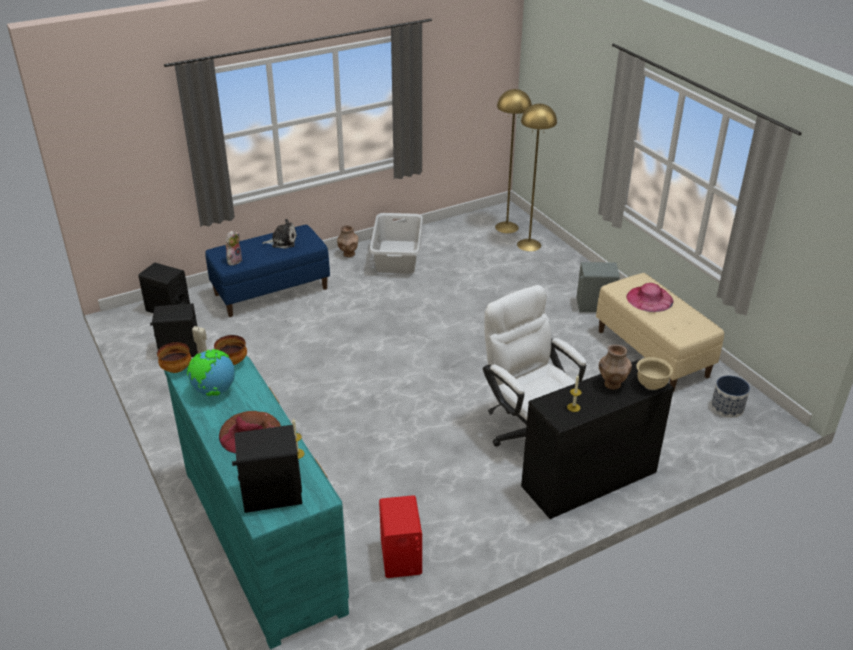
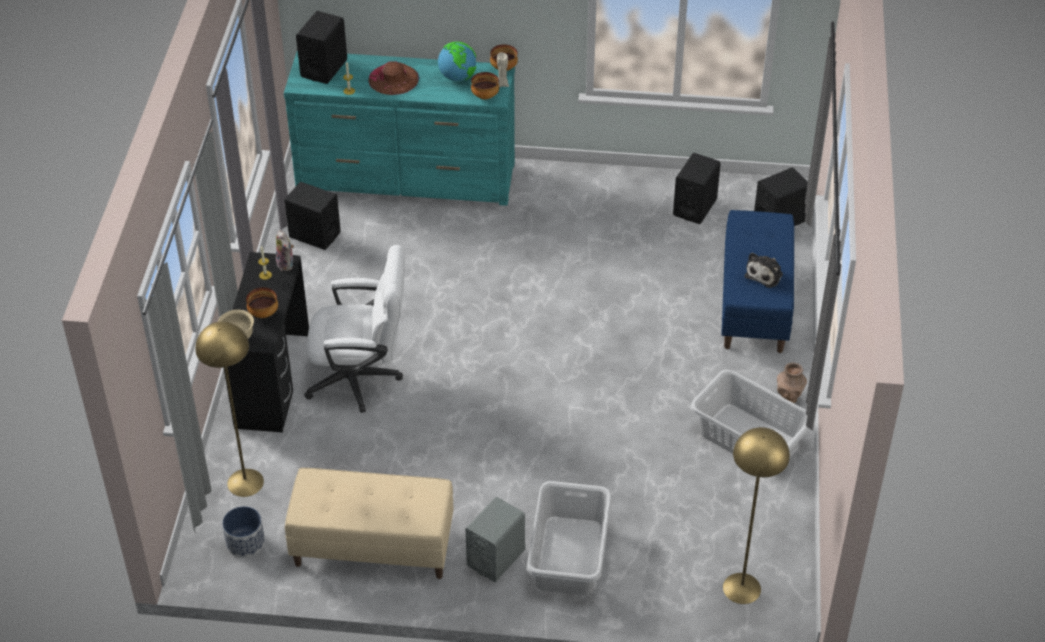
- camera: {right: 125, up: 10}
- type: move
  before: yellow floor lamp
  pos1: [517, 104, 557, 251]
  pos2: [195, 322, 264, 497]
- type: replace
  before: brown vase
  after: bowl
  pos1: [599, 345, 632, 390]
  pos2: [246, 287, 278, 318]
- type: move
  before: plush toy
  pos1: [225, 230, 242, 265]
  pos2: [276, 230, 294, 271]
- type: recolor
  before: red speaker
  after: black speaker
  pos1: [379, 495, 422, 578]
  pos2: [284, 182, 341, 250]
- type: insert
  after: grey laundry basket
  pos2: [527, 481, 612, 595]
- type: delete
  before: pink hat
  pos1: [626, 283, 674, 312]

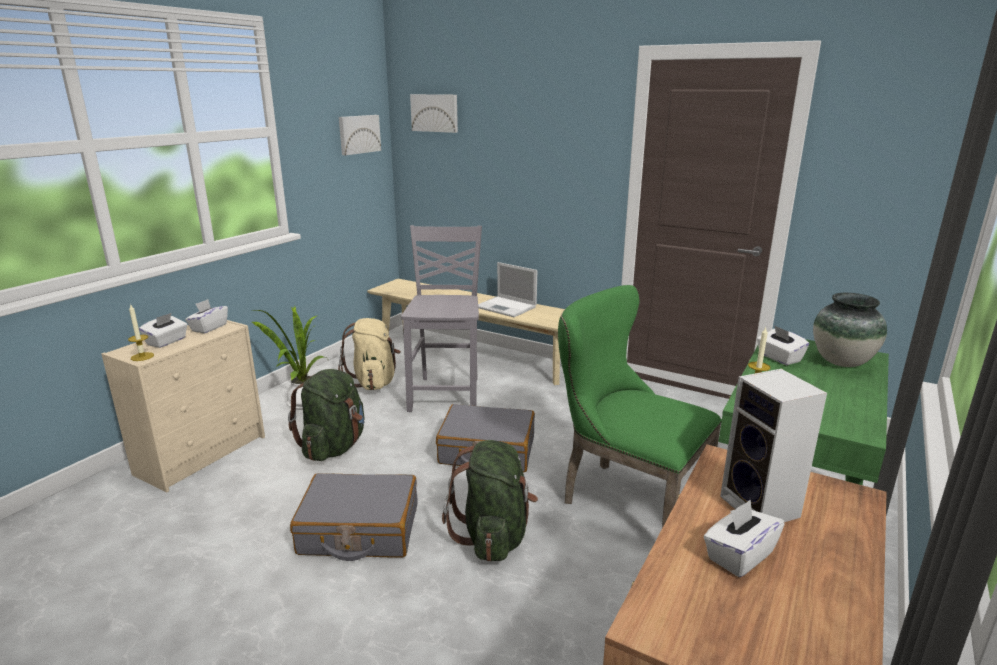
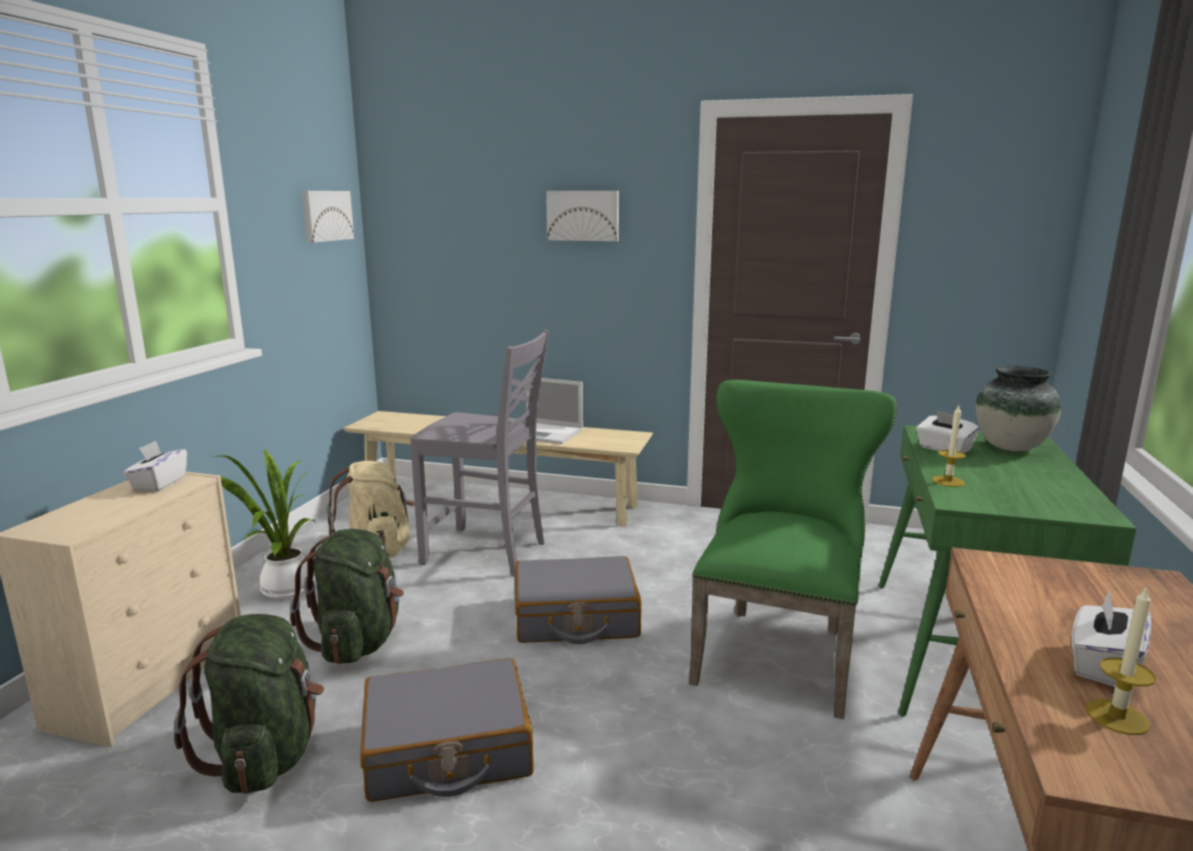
- camera: {right: -15, up: -5}
- type: move
  before: green backpack
  pos1: [442, 440, 538, 562]
  pos2: [174, 614, 324, 794]
- type: rotate
  before: grey chair
  pos1: [401, 225, 482, 412]
  pos2: [410, 330, 549, 576]
  turn: 120
- type: move
  before: picture
  pos1: [410, 94, 458, 133]
  pos2: [546, 191, 619, 241]
- type: rotate
  before: green chair
  pos1: [558, 285, 722, 528]
  pos2: [689, 380, 897, 719]
  turn: 90
- type: move
  before: candle
  pos1: [128, 305, 154, 361]
  pos2: [1085, 585, 1156, 735]
- type: delete
  before: white tissue box
  pos1: [139, 313, 187, 348]
- type: delete
  before: speaker
  pos1: [720, 369, 827, 522]

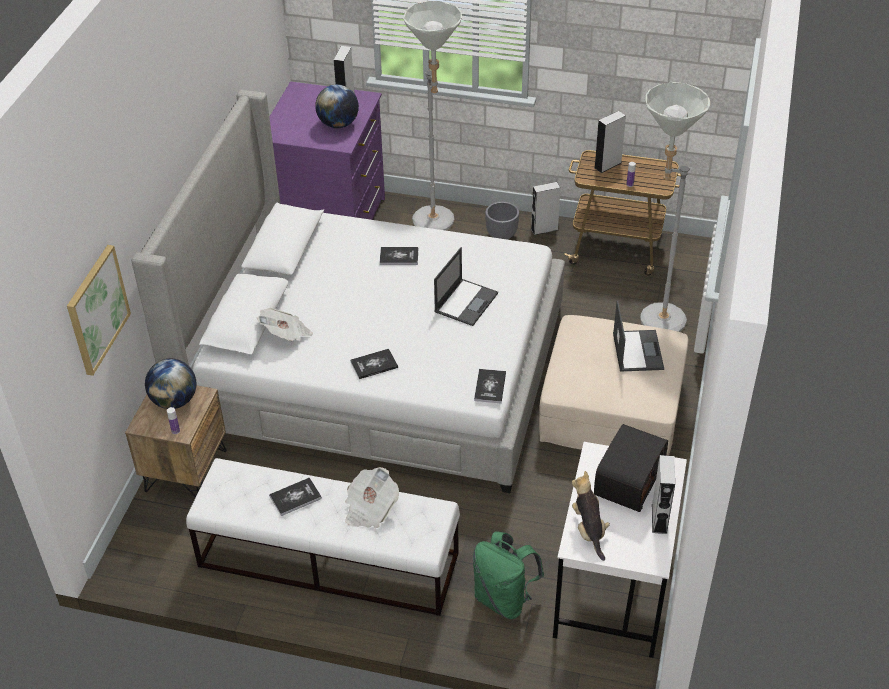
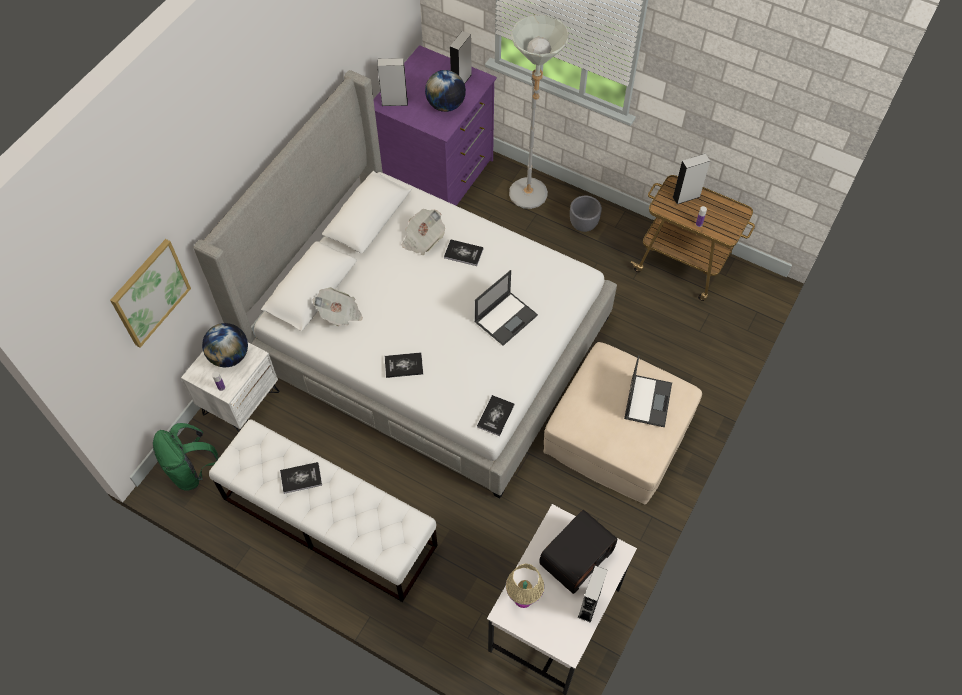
- camera: {right: 15, up: 15}
- type: move
  before: green backpack
  pos1: [473, 531, 544, 619]
  pos2: [153, 423, 220, 491]
- type: recolor
  before: brown nightstand
  after: white nightstand
  pos1: [125, 385, 227, 498]
  pos2: [181, 342, 279, 432]
- type: move
  before: grey speaker
  pos1: [531, 182, 560, 235]
  pos2: [377, 58, 408, 106]
- type: move
  before: newspaper
  pos1: [345, 467, 399, 528]
  pos2: [402, 209, 445, 255]
- type: replace
  before: plush toy
  after: beige table lamp
  pos1: [572, 471, 610, 561]
  pos2: [506, 564, 544, 608]
- type: delete
  before: grey floor lamp
  pos1: [640, 82, 710, 332]

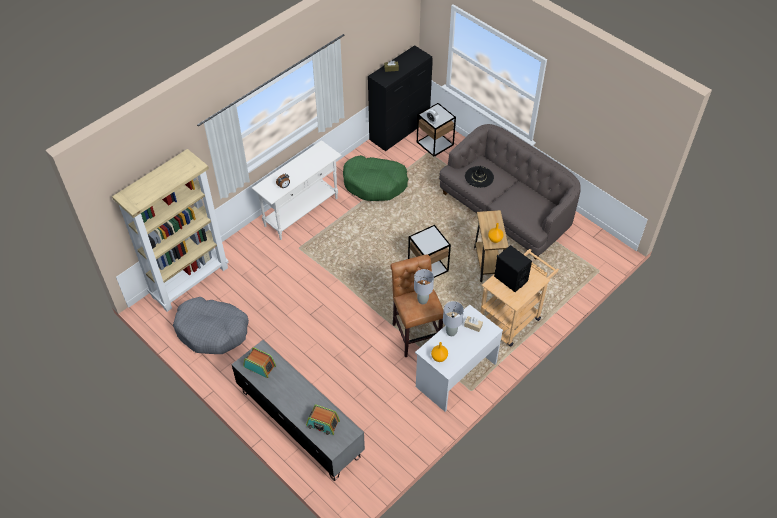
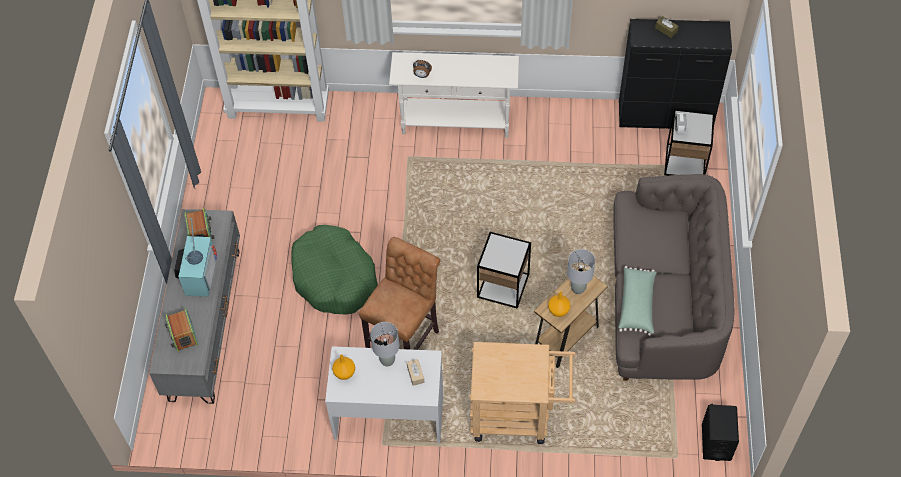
- camera: {right: 50, up: 5}
- type: insert
  after: television
  pos2: [174, 218, 217, 297]
- type: move
  before: green dog bed
  pos1: [343, 155, 408, 201]
  pos2: [292, 225, 378, 315]
- type: move
  before: grey table lamp
  pos1: [414, 269, 434, 304]
  pos2: [567, 249, 595, 294]
- type: insert
  after: green pillow
  pos2: [618, 266, 657, 336]
- type: move
  before: black speaker
  pos1: [494, 245, 532, 292]
  pos2: [702, 404, 739, 461]
- type: delete
  before: grey dog bed
  pos1: [173, 297, 249, 354]
- type: delete
  before: black hat
  pos1: [465, 166, 494, 188]

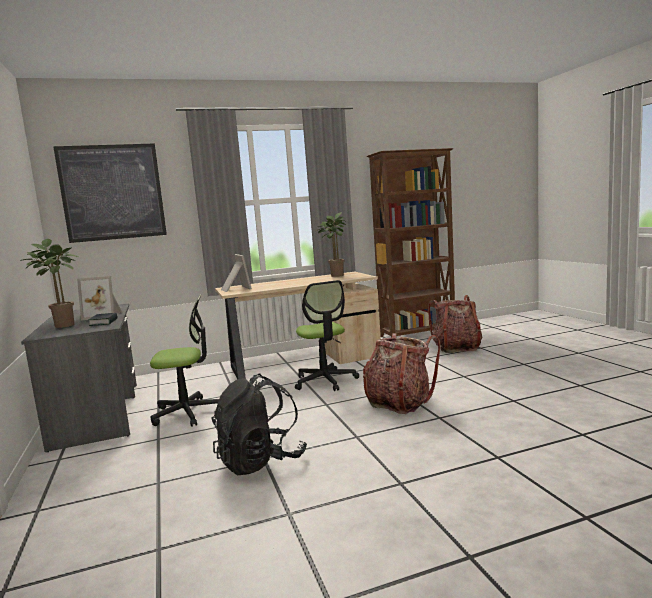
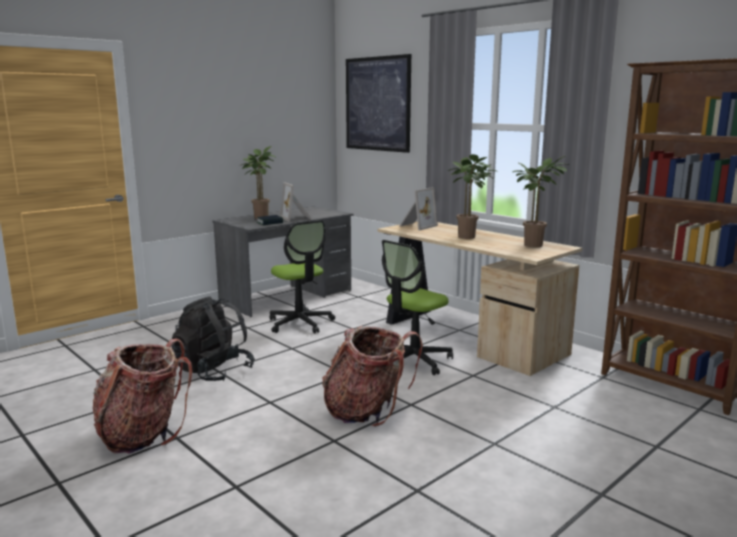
- camera: {right: 65, up: 5}
- type: move
  before: backpack
  pos1: [428, 295, 482, 353]
  pos2: [93, 339, 192, 454]
- type: insert
  after: potted plant
  pos2: [448, 154, 497, 239]

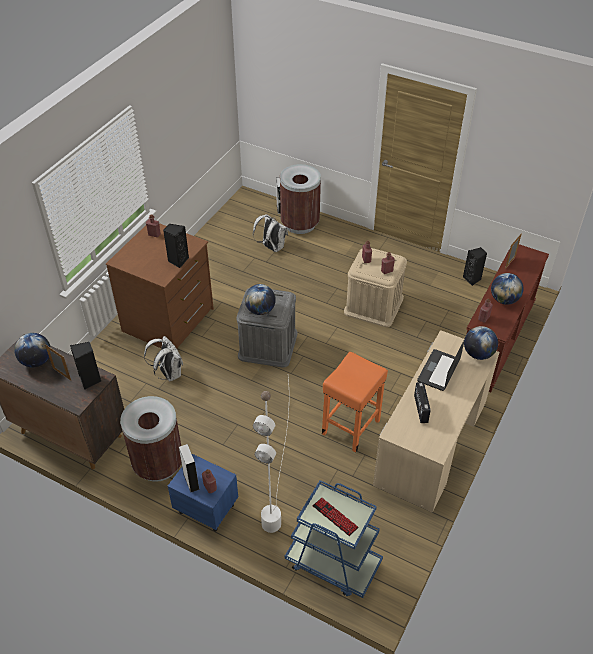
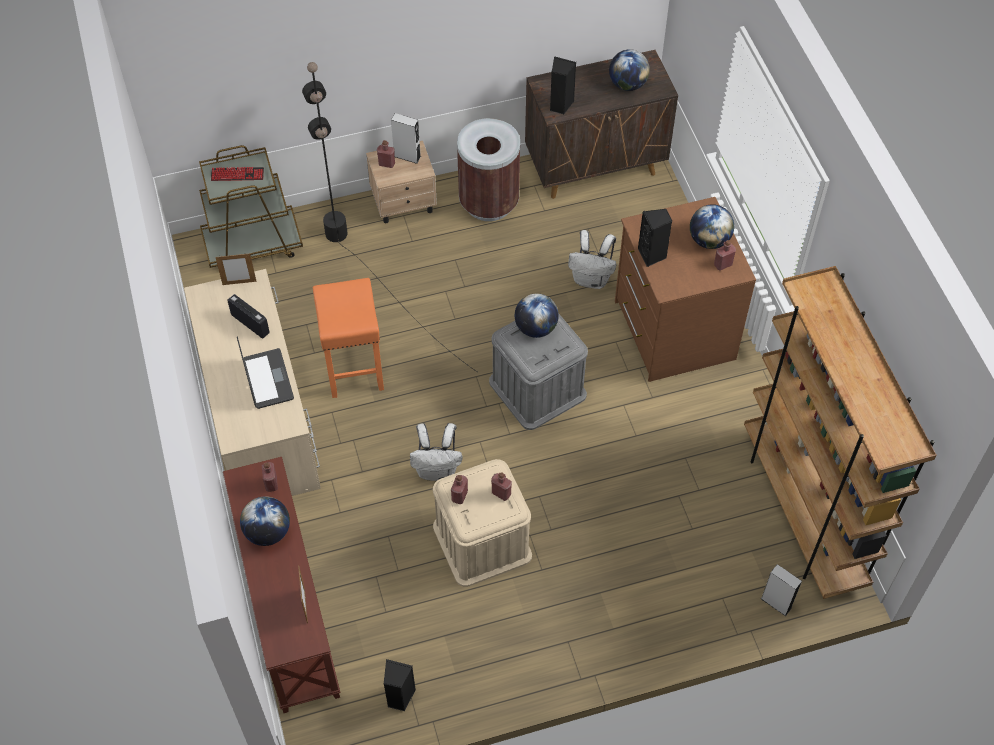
- camera: {right: 135, up: 10}
- type: recolor
  before: blue cart
  after: brown cart
  pos1: [285, 480, 383, 598]
  pos2: [199, 145, 303, 268]
- type: move
  before: picture frame
  pos1: [45, 344, 71, 381]
  pos2: [215, 254, 257, 285]
- type: recolor
  before: white floor lamp
  after: black floor lamp
  pos1: [253, 378, 289, 533]
  pos2: [302, 62, 477, 372]
- type: recolor
  before: blue nightstand
  after: beige nightstand
  pos1: [168, 454, 238, 532]
  pos2: [366, 141, 437, 223]
- type: move
  before: white backpack
  pos1: [253, 214, 288, 252]
  pos2: [410, 423, 463, 481]
- type: move
  before: globe
  pos1: [464, 326, 498, 360]
  pos2: [690, 204, 734, 249]
- type: insert
  after: brown bookcase
  pos2: [744, 266, 937, 599]
- type: delete
  before: brown trash can
  pos1: [280, 164, 321, 234]

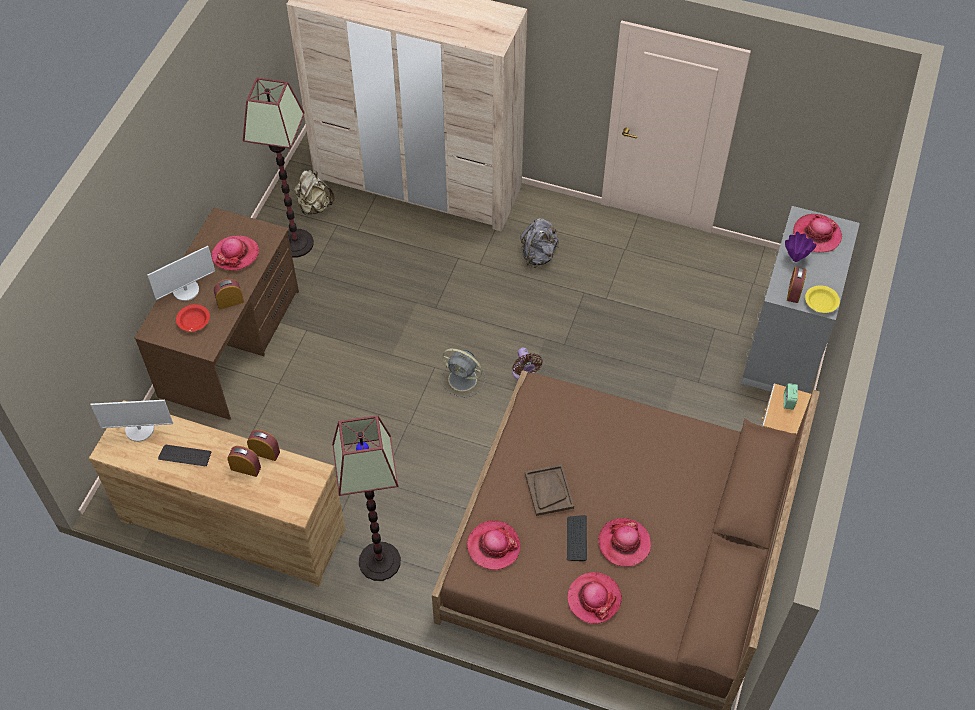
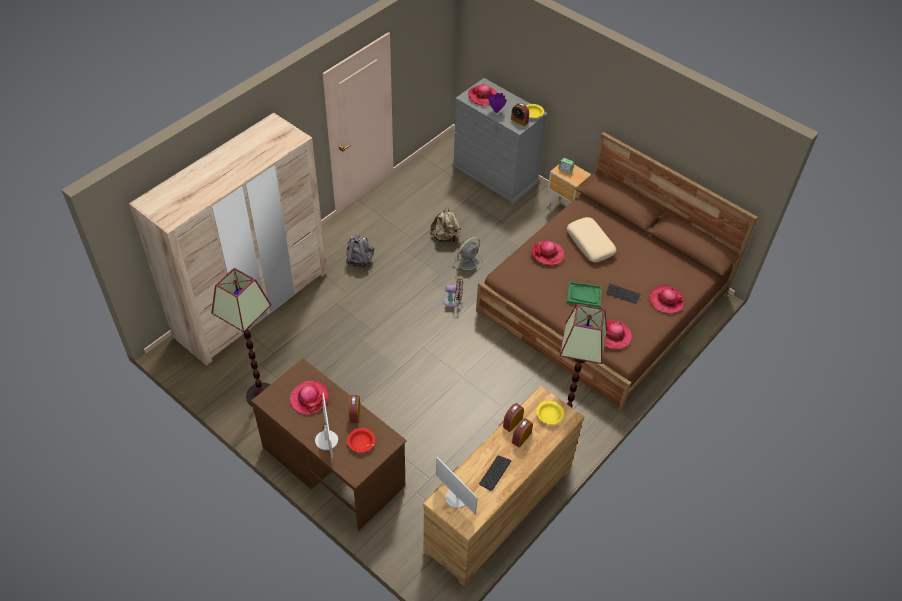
- camera: {right: -70, up: -5}
- type: move
  before: beige backpack
  pos1: [294, 170, 335, 215]
  pos2: [430, 207, 461, 243]
- type: rotate
  before: monitor
  pos1: [90, 400, 173, 442]
  pos2: [436, 457, 478, 515]
  turn: 120
- type: move
  before: grey fan
  pos1: [441, 349, 485, 397]
  pos2: [453, 237, 483, 273]
- type: move
  before: hat
  pos1: [598, 518, 651, 567]
  pos2: [531, 241, 565, 266]
- type: insert
  after: yellow bowl
  pos2: [536, 401, 564, 424]
- type: insert
  after: beige pillow
  pos2: [567, 217, 616, 262]
- type: recolor
  before: brown tray
  after: green tray
  pos1: [525, 464, 574, 516]
  pos2: [567, 281, 602, 308]

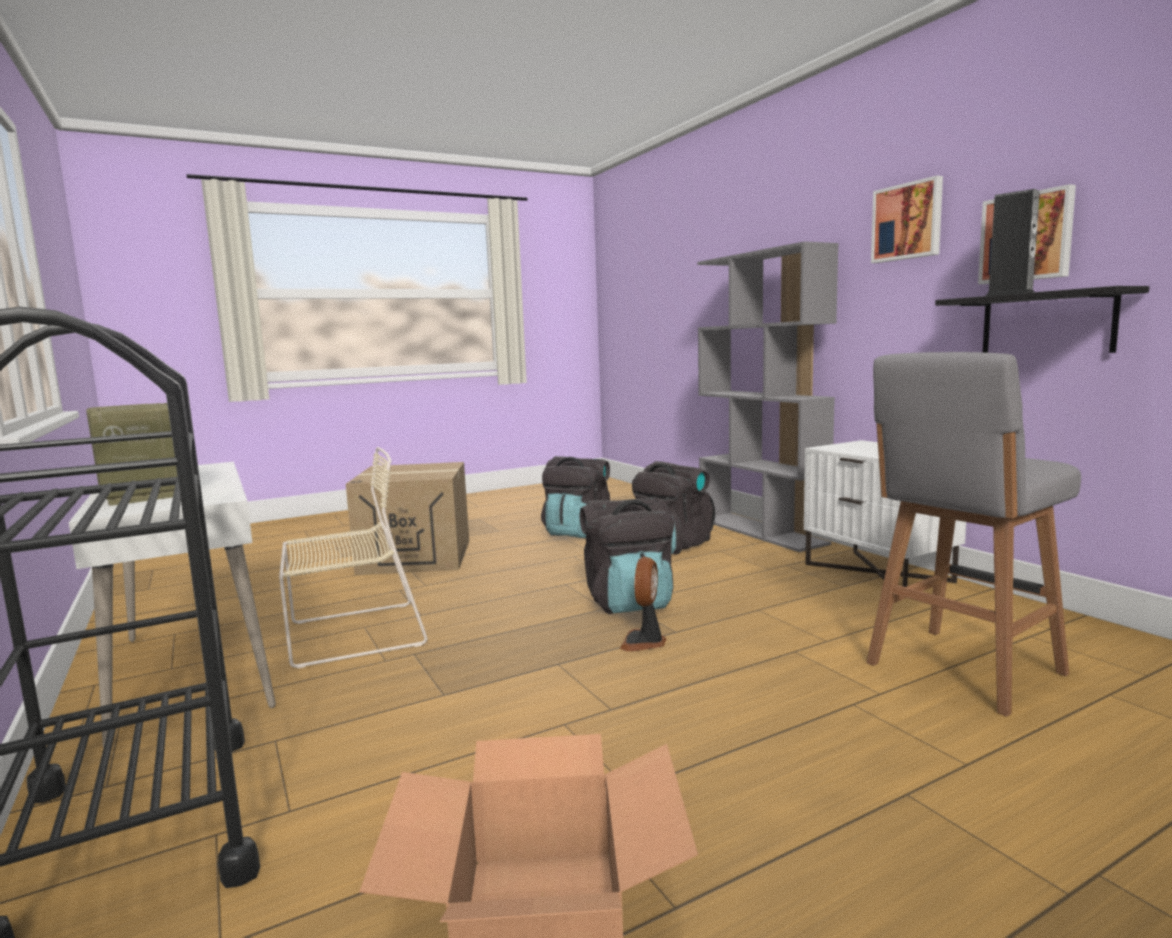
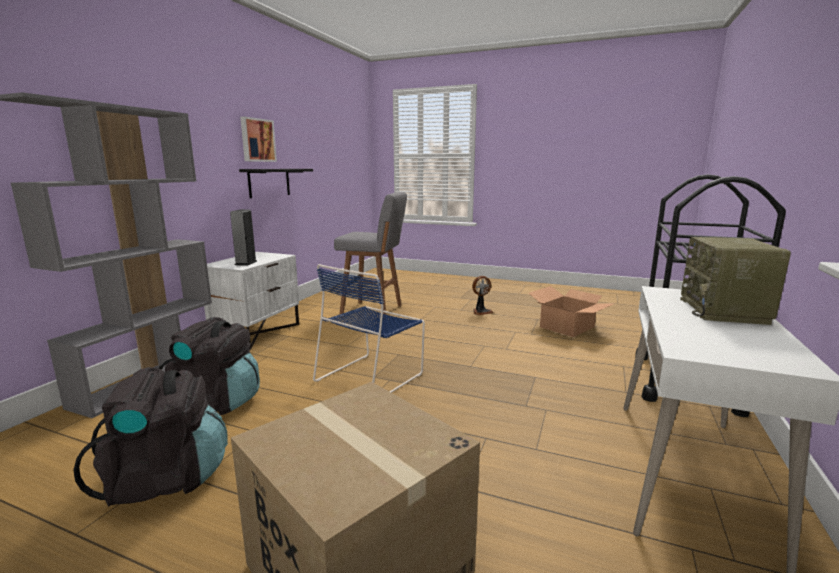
- camera: {right: -130, up: 5}
- type: move
  before: speaker
  pos1: [986, 189, 1040, 296]
  pos2: [230, 209, 257, 266]
- type: replace
  before: black backpack
  after: blue chair
  pos1: [580, 498, 674, 614]
  pos2: [313, 264, 425, 393]
- type: move
  before: fan
  pos1: [620, 557, 666, 651]
  pos2: [472, 276, 493, 315]
- type: delete
  before: beige chair
  pos1: [279, 447, 428, 669]
- type: delete
  before: picture
  pos1: [871, 176, 943, 263]

